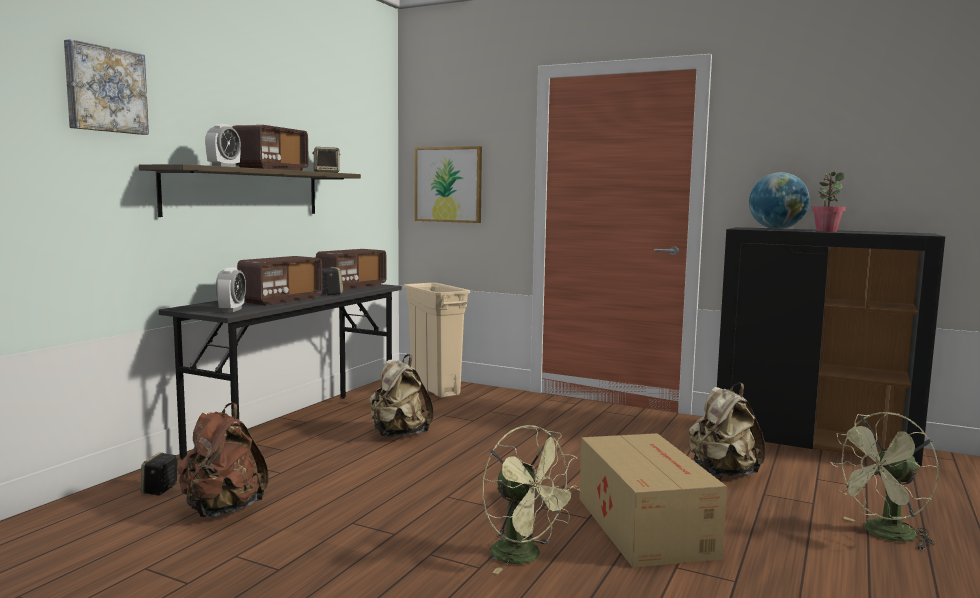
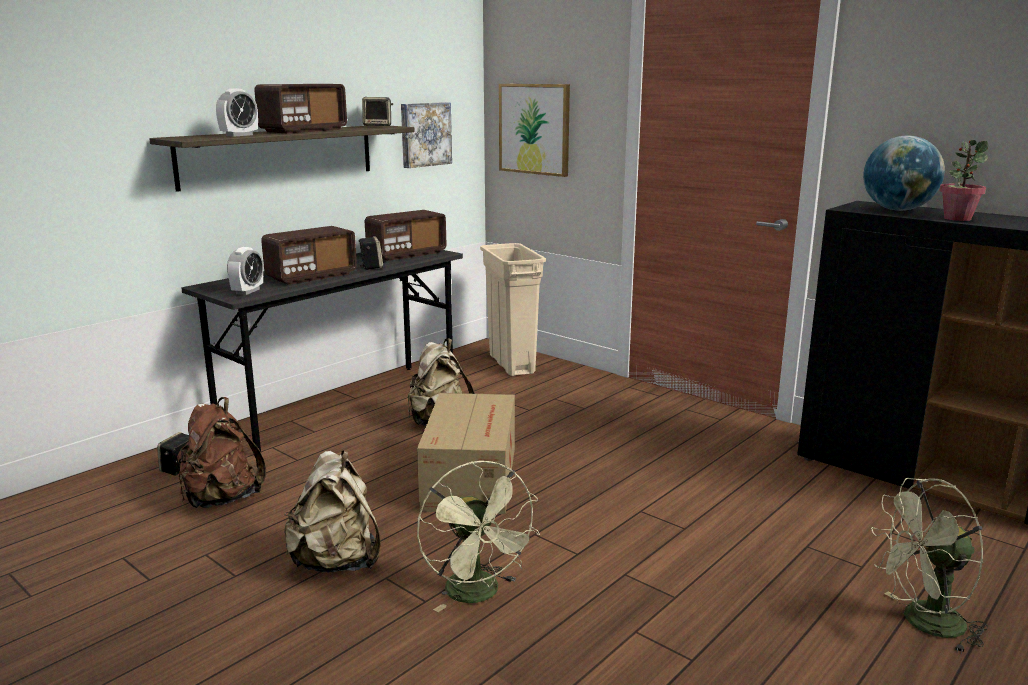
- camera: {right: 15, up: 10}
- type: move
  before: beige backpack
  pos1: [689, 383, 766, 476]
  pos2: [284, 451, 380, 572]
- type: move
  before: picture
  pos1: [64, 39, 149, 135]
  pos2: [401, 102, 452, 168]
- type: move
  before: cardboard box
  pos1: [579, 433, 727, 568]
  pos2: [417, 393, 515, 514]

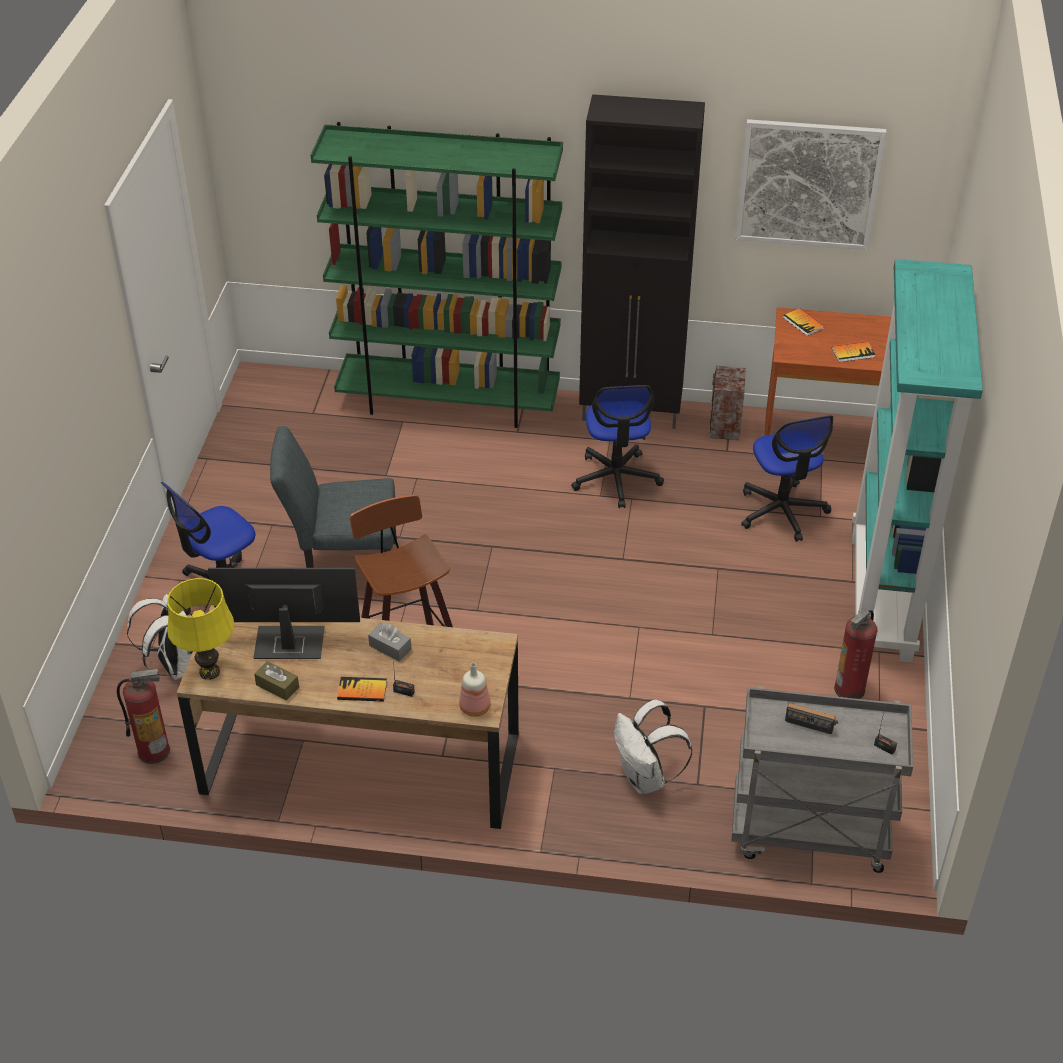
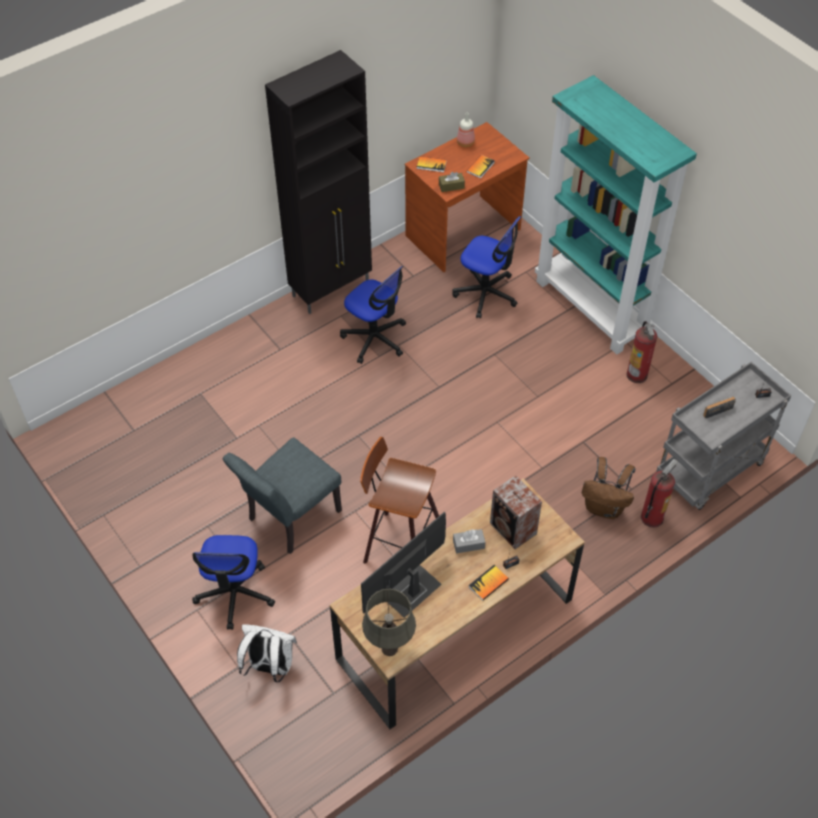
- camera: {right: -45, up: 10}
- type: recolor
  before: yellow table lamp
  after: grey table lamp
  pos1: [167, 578, 235, 680]
  pos2: [362, 589, 416, 656]
- type: move
  before: brown tissue box
  pos1: [254, 661, 299, 700]
  pos2: [439, 172, 465, 192]
- type: move
  before: bottle
  pos1: [459, 663, 491, 717]
  pos2: [457, 113, 475, 147]
- type: move
  before: speaker
  pos1: [710, 366, 746, 440]
  pos2: [490, 475, 542, 549]
- type: recolor
  before: white backpack
  after: brown backpack
  pos1: [614, 700, 692, 794]
  pos2: [582, 457, 636, 519]
- type: move
  before: fire extinguisher
  pos1: [117, 669, 170, 764]
  pos2: [641, 459, 678, 528]
- type: delete
  before: green bookcase
  pos1: [311, 122, 563, 428]
- type: delete
  before: picture
  pos1: [735, 119, 887, 250]

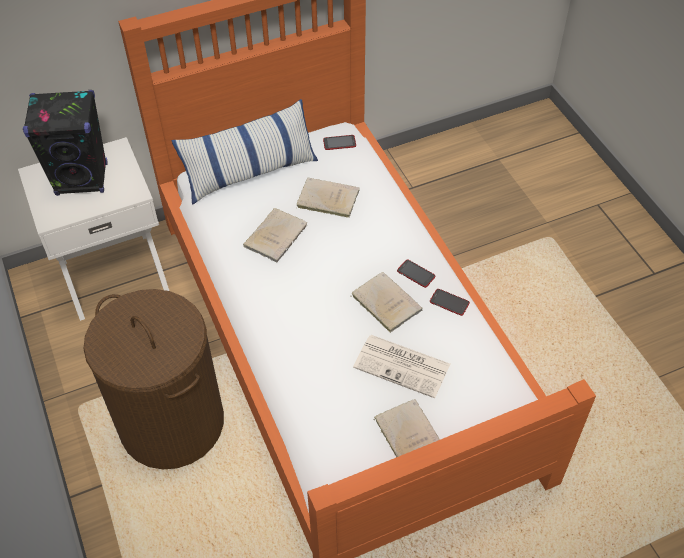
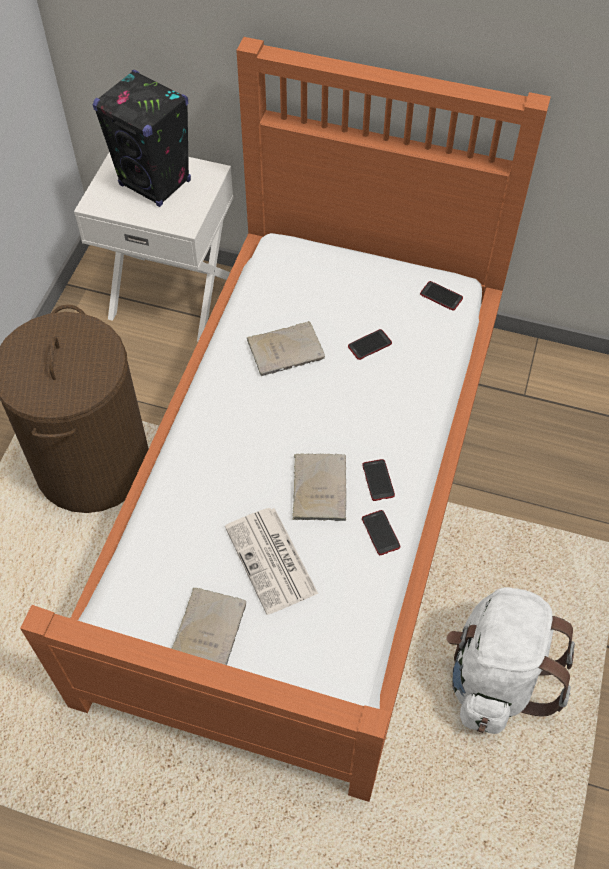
- camera: {right: 40, up: 5}
- type: replace
  before: beige book
  after: phone
  pos1: [297, 178, 360, 218]
  pos2: [348, 329, 392, 360]
- type: insert
  after: white backpack
  pos2: [447, 587, 575, 734]
- type: delete
  before: pillow
  pos1: [172, 99, 318, 205]

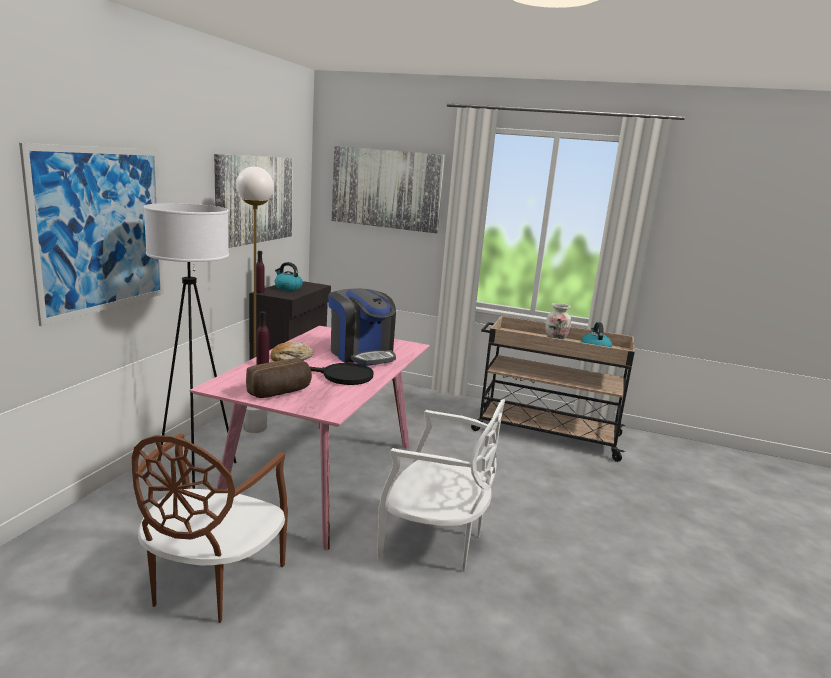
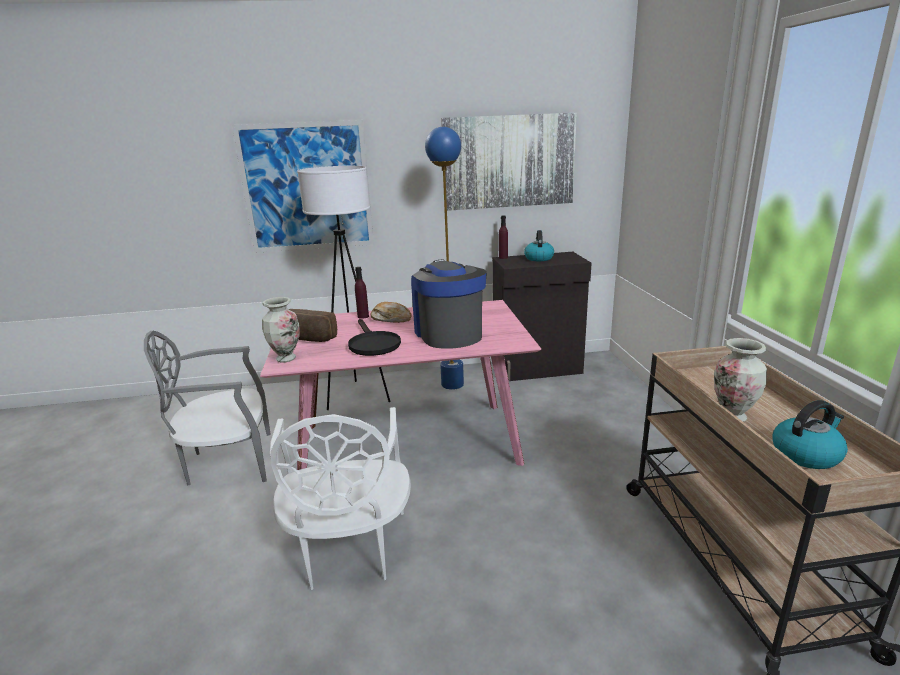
- camera: {right: 65, up: 5}
- type: recolor
  before: brown chair
  after: grey chair
  pos1: [132, 434, 288, 623]
  pos2: [144, 331, 271, 485]
- type: insert
  after: vase
  pos2: [262, 297, 300, 363]
- type: rotate
  before: coffee machine
  pos1: [328, 288, 396, 366]
  pos2: [411, 260, 487, 349]
  turn: 135
- type: recolor
  before: white floor lamp
  after: blue floor lamp
  pos1: [236, 167, 274, 433]
  pos2: [425, 127, 464, 390]
- type: delete
  before: picture
  pos1: [332, 146, 445, 233]

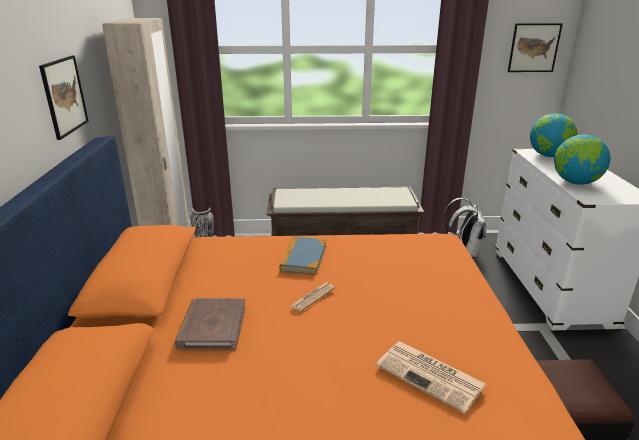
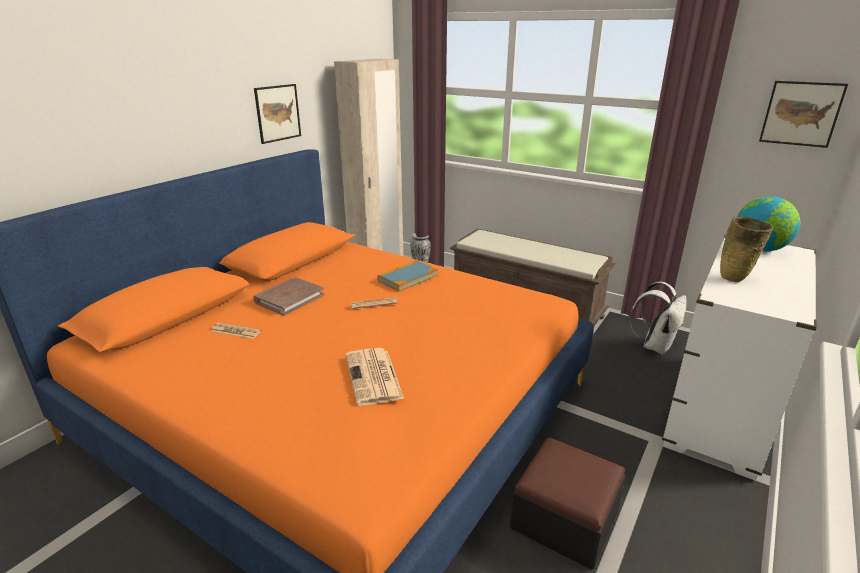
- camera: {right: 35, up: 0}
- type: insert
  after: newspaper
  pos2: [210, 323, 261, 339]
- type: replace
  before: globe
  after: beige vase
  pos1: [554, 135, 611, 185]
  pos2: [720, 217, 773, 282]

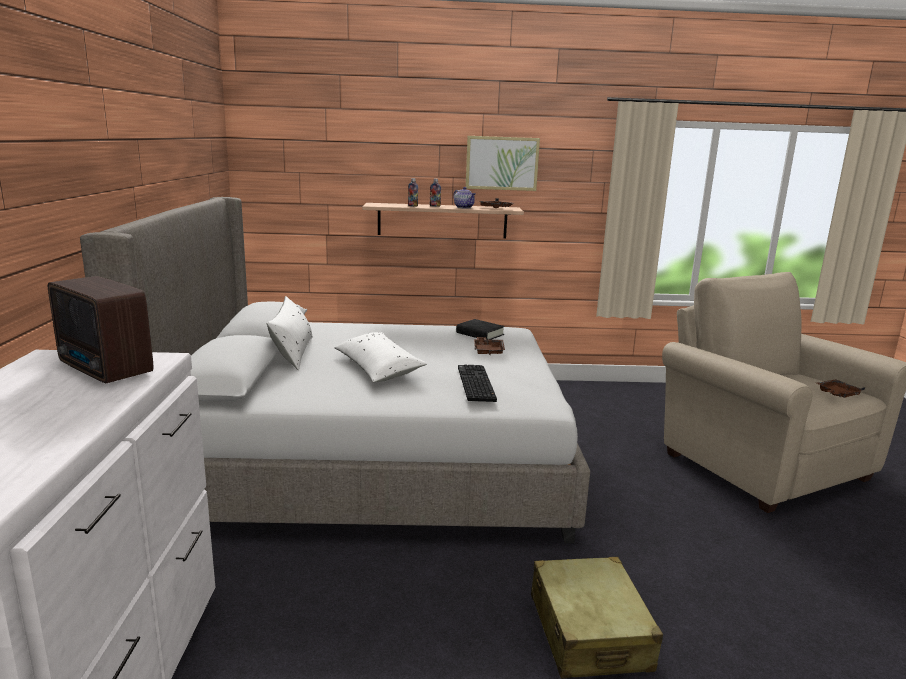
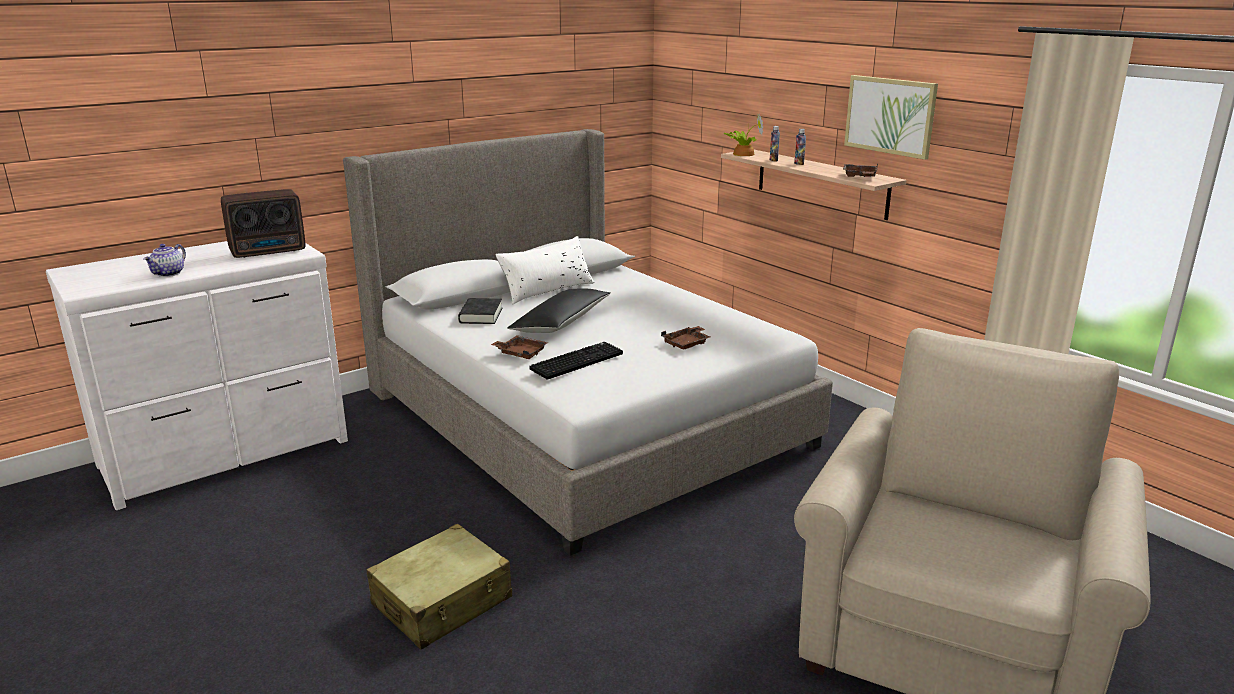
- camera: {right: 55, up: 5}
- type: move
  before: teapot
  pos1: [453, 187, 476, 209]
  pos2: [143, 244, 186, 277]
- type: rotate
  before: radio
  pos1: [48, 276, 153, 383]
  pos2: [221, 189, 305, 258]
  turn: -120
- type: move
  before: black book
  pos1: [456, 319, 505, 340]
  pos2: [458, 298, 502, 324]
- type: move
  before: brown tray
  pos1: [817, 379, 865, 398]
  pos2: [491, 335, 548, 359]
- type: recolor
  before: white pillow
  after: black pillow
  pos1: [334, 332, 427, 382]
  pos2: [507, 288, 611, 333]
- type: insert
  after: potted plant
  pos2: [724, 113, 763, 156]

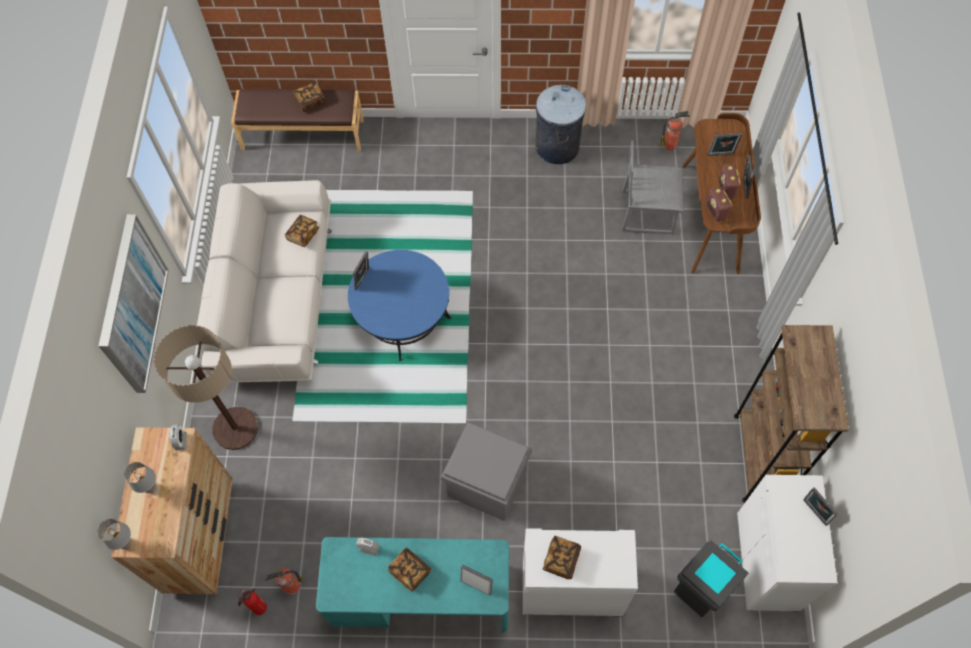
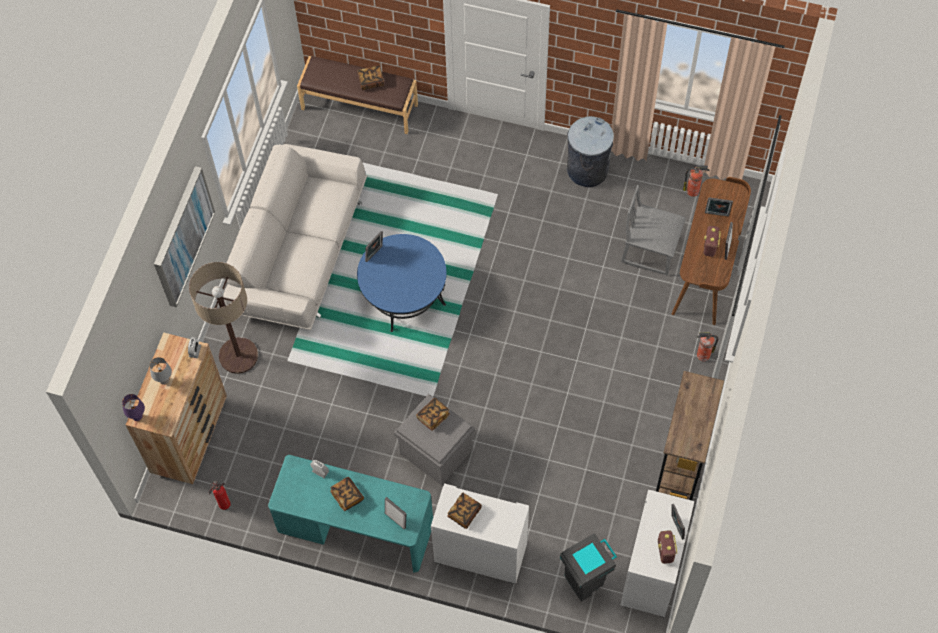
- camera: {right: 15, up: 0}
- type: recolor
  before: grey table lamp
  after: purple table lamp
  pos1: [98, 519, 131, 550]
  pos2: [122, 394, 145, 421]
- type: move
  before: book
  pos1: [285, 215, 319, 247]
  pos2: [416, 398, 450, 431]
- type: move
  before: radio
  pos1: [706, 186, 732, 222]
  pos2: [658, 530, 678, 564]
- type: move
  before: fire extinguisher
  pos1: [265, 568, 303, 595]
  pos2: [696, 333, 718, 361]

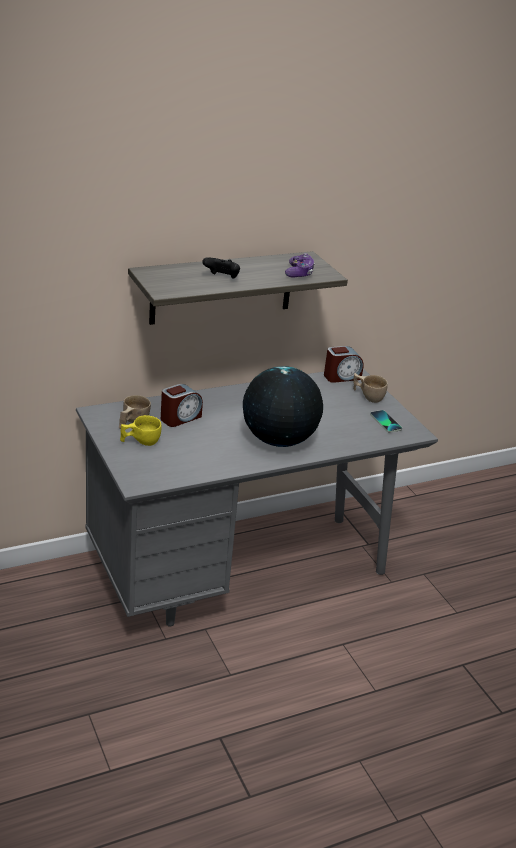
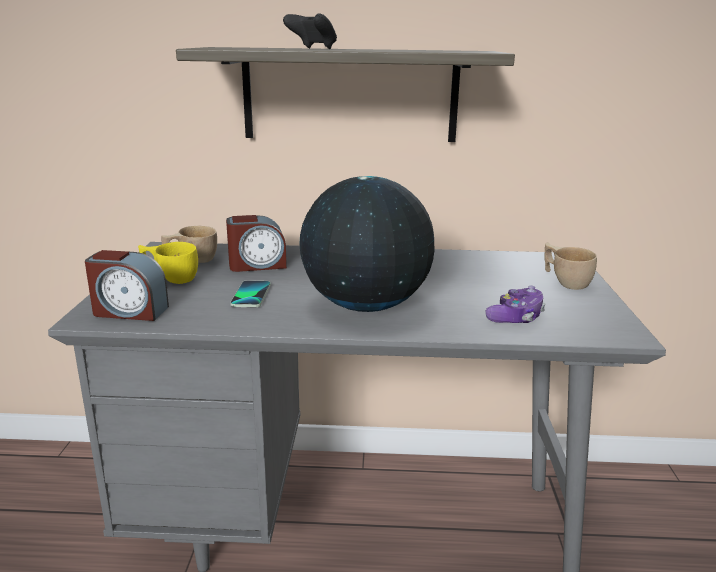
- camera: {right: 30, up: -10}
- type: move
  before: alarm clock
  pos1: [324, 346, 364, 383]
  pos2: [85, 250, 169, 321]
- type: move
  before: phone
  pos1: [370, 410, 402, 433]
  pos2: [230, 280, 271, 307]
- type: move
  before: game controller
  pos1: [285, 253, 315, 277]
  pos2: [486, 286, 546, 323]

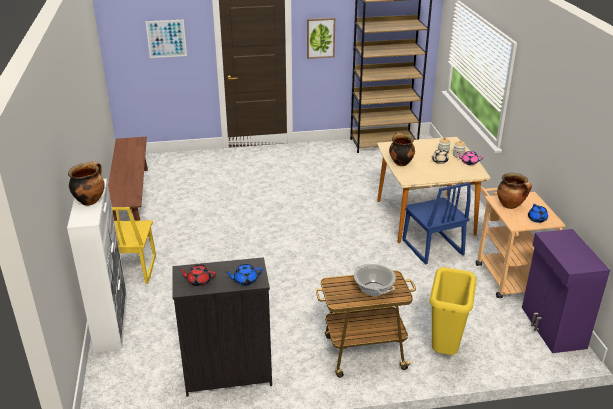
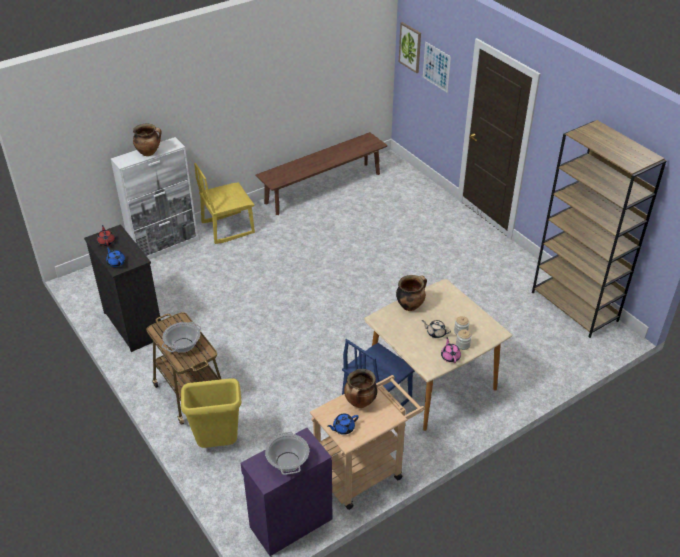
- camera: {right: 65, up: 10}
- type: insert
  after: cooking pot
  pos2: [265, 432, 309, 475]
- type: move
  before: picture
  pos1: [307, 18, 335, 59]
  pos2: [399, 22, 421, 73]

